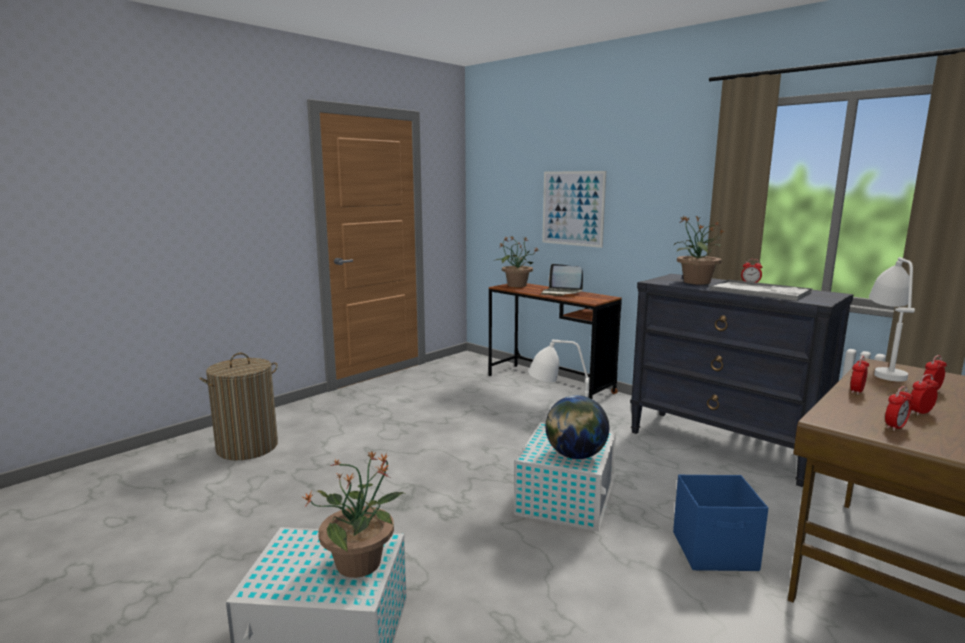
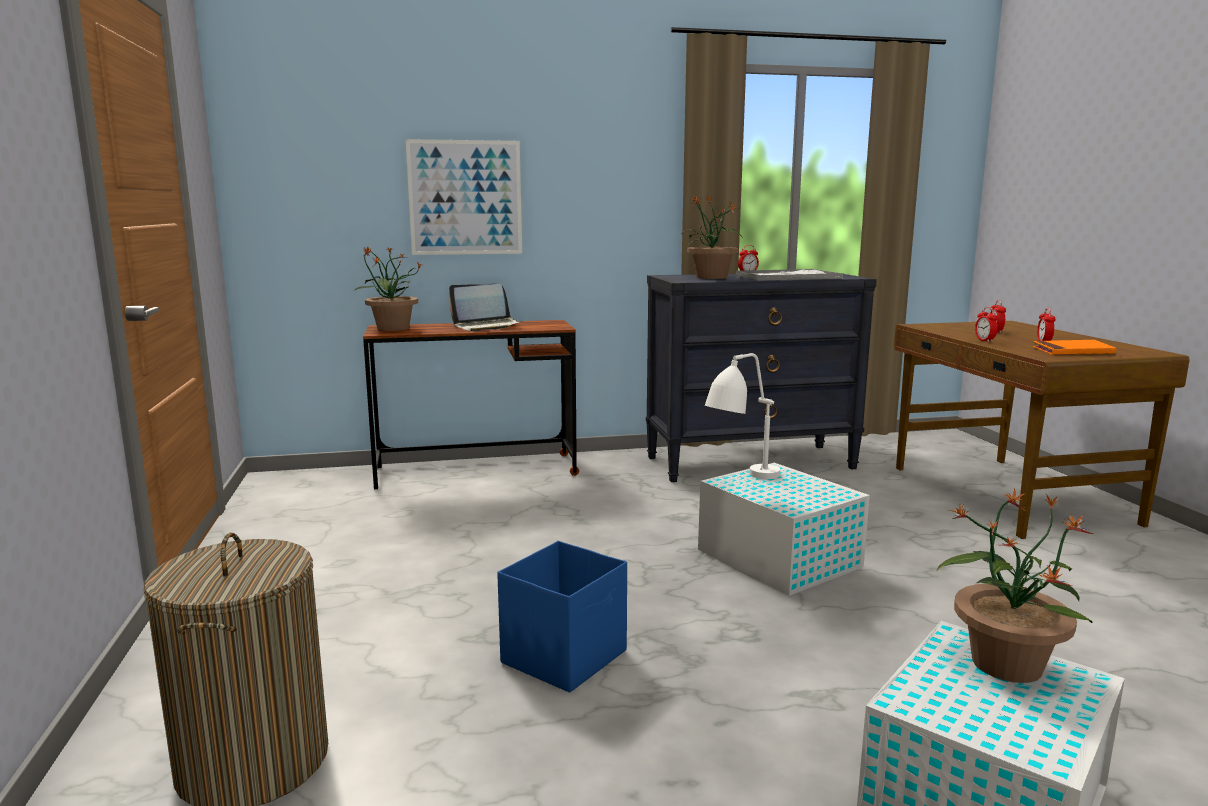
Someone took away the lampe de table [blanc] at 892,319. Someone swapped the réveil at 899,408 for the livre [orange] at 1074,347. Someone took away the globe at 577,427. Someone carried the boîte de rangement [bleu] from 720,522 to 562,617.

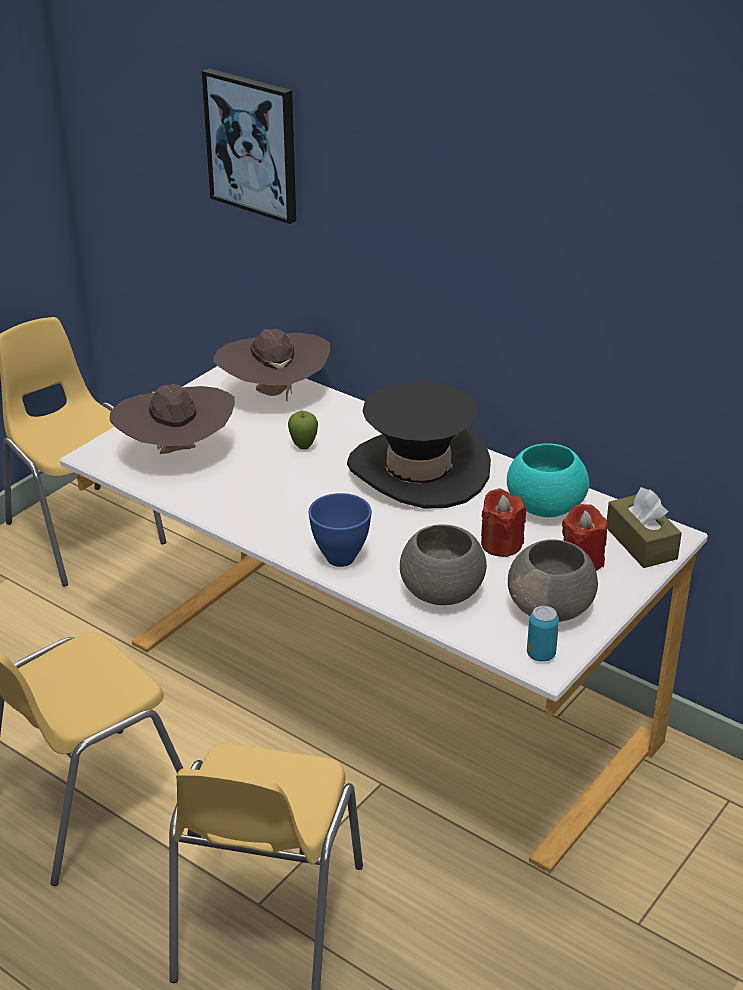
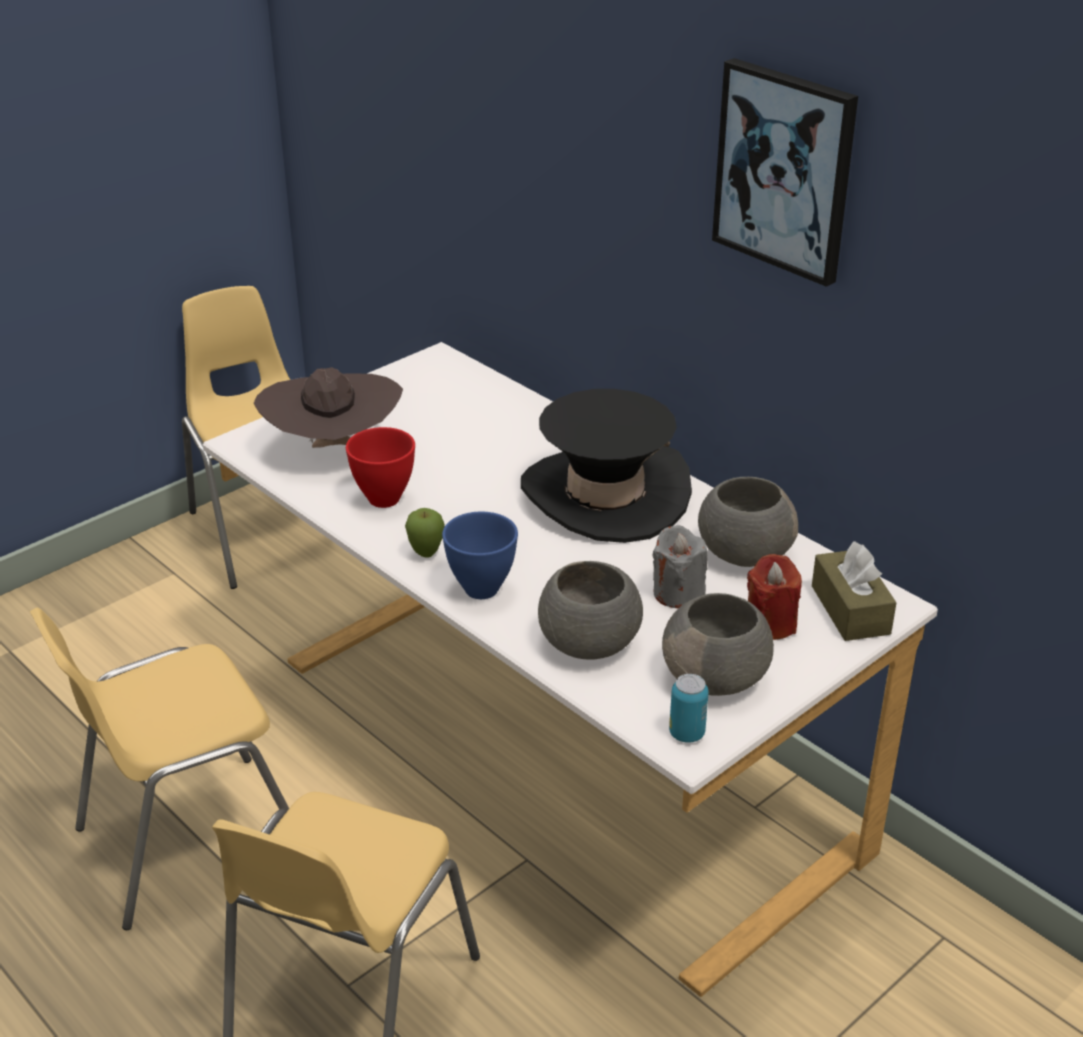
Someone carried the tableau from 249,146 to 785,172. Someone took away the chapeau [marron] at 271,364. Someone carried the pomme from 303,430 to 425,533. Someone repainted the bol [turquoise] at 548,480, which became the bol [gris] at 748,522. Someone repainted the bougie [rouge] at 503,522, which became the bougie [gris] at 680,566. Someone put down the bol [rouge] at 380,467.

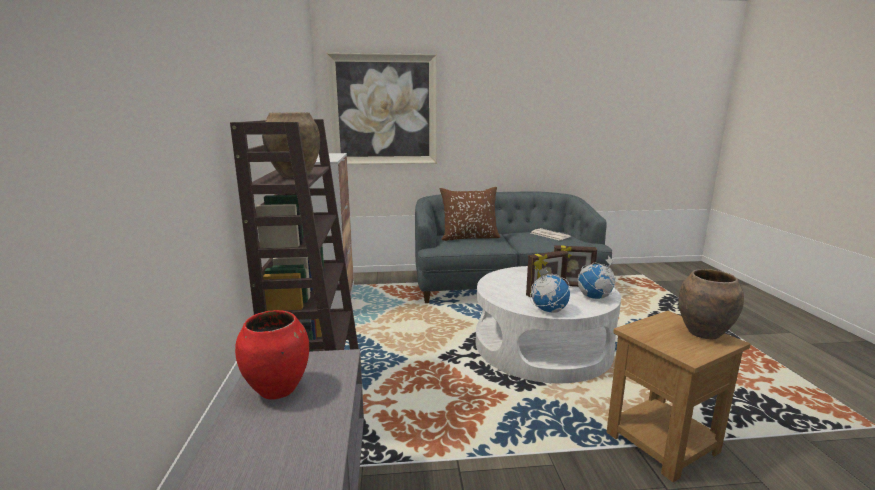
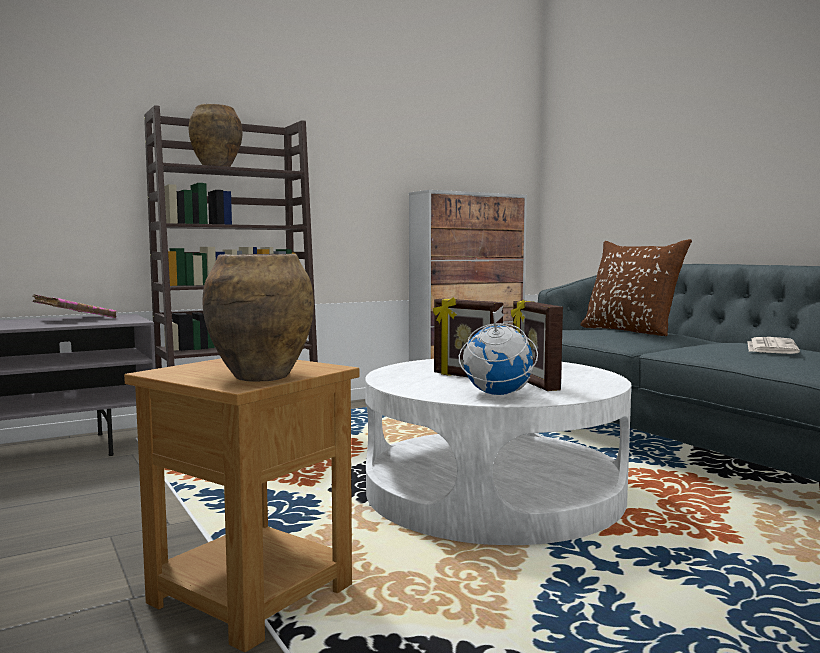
Someone took away the tableau at 381,109. Someone took away the globe at 550,290. Someone swapped the vase [rouge] at 272,355 for the livre [rose] at 75,306.

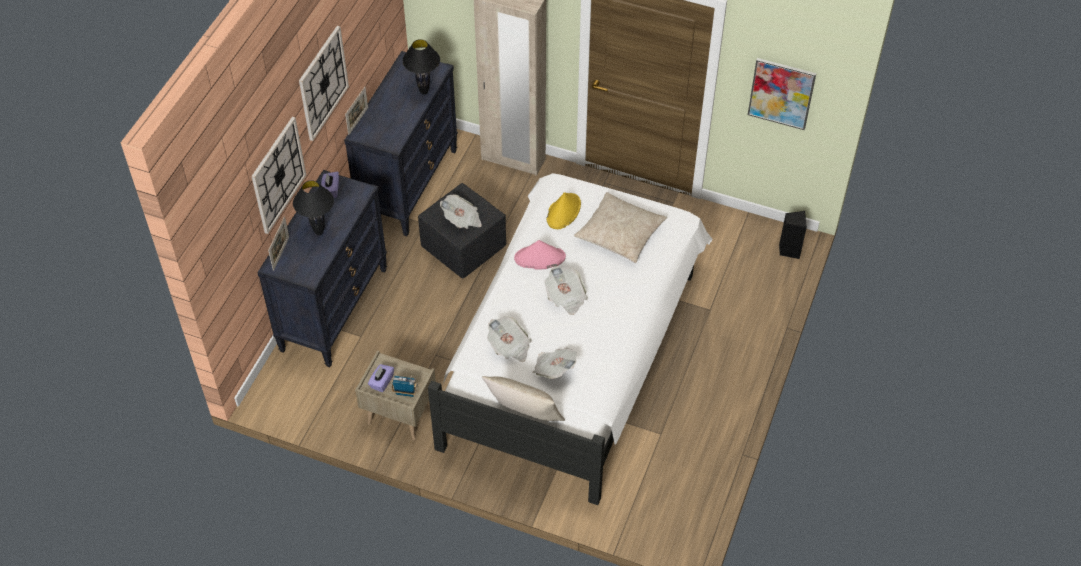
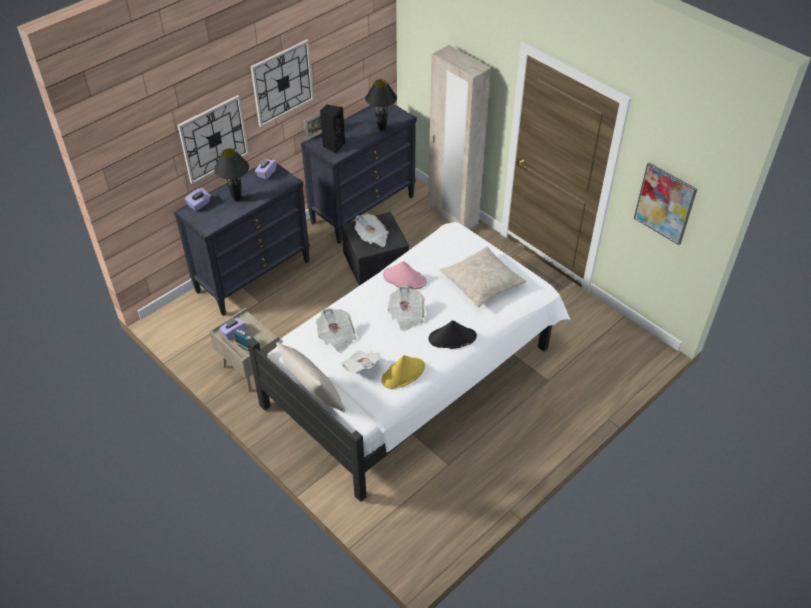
Someone carried the chapeau [jaune] from 563,210 to 403,372. Someone carried the enceinte [noir] from 793,235 to 332,128. Someone swapped the cadre photo at 278,243 for the boîte à mouchoirs [violet] at 198,199. Someone put down the chapeau [noir] at 452,334.

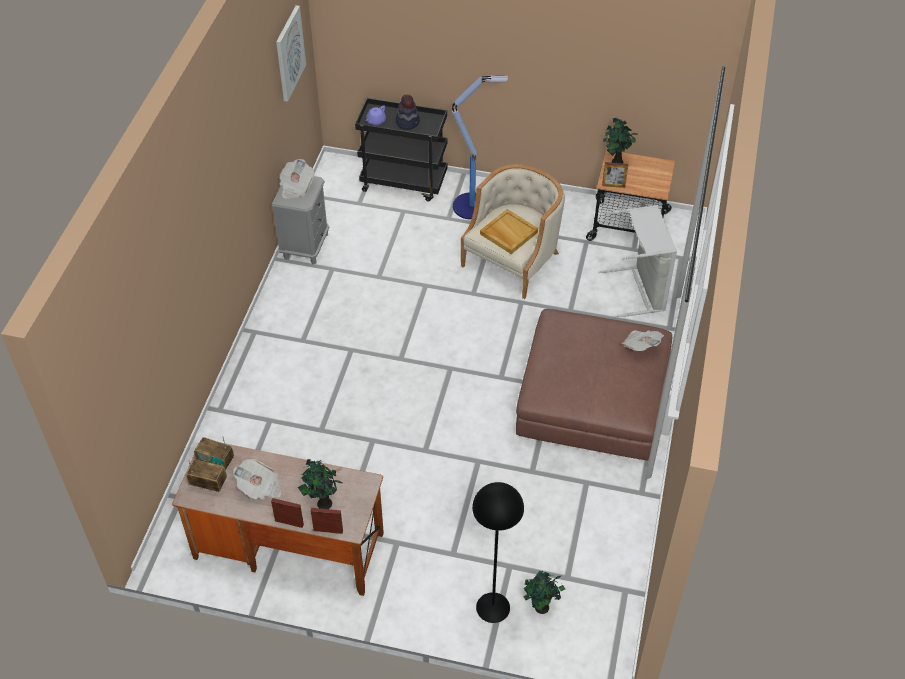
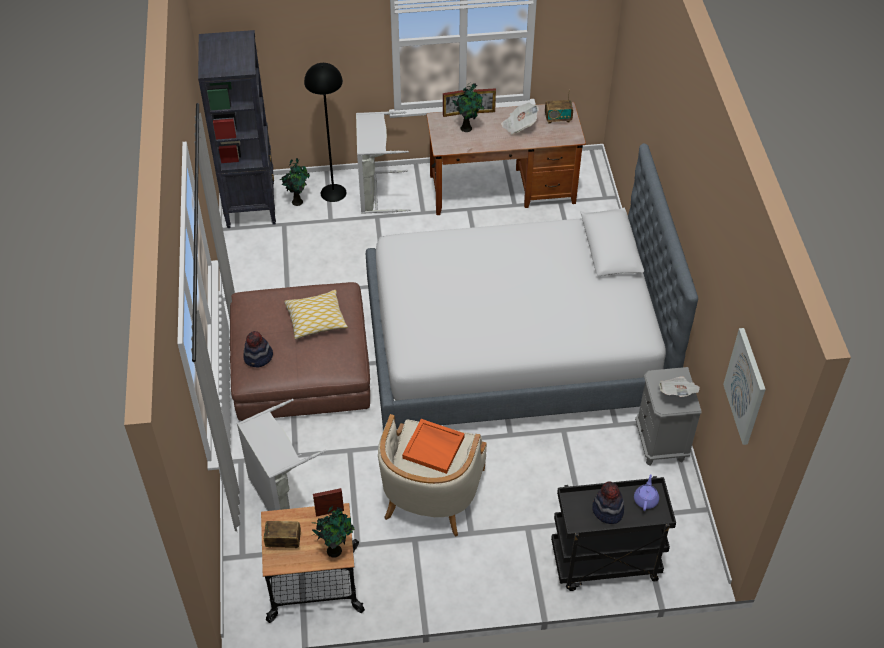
Someone took away the lampadaire at 480,147. Someone repainted the plateau [beige] at 509,231, which became the plateau [orange] at 433,446. Someone swapped the journal at 643,340 for the chapeau at 258,349. Someone carried the radio from 214,453 to 282,534. Someone put down the bibliothèque [noir] at 237,129. Someone put down the panier à linge [gris] at 383,162. Someone put down the lit at 532,286. Someone put down the coussin at 316,314.

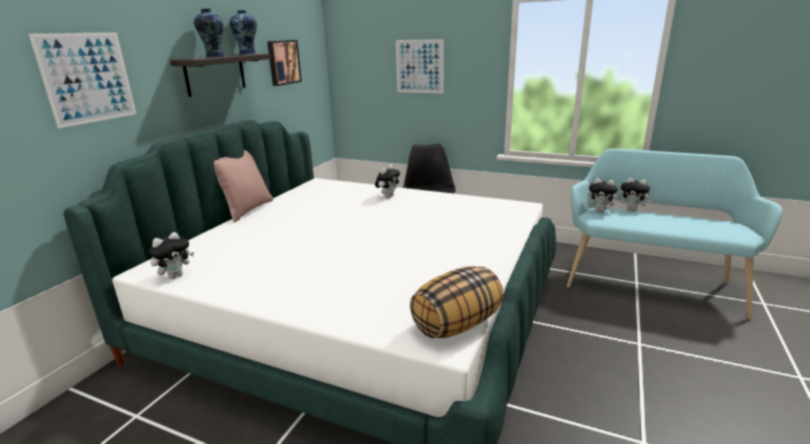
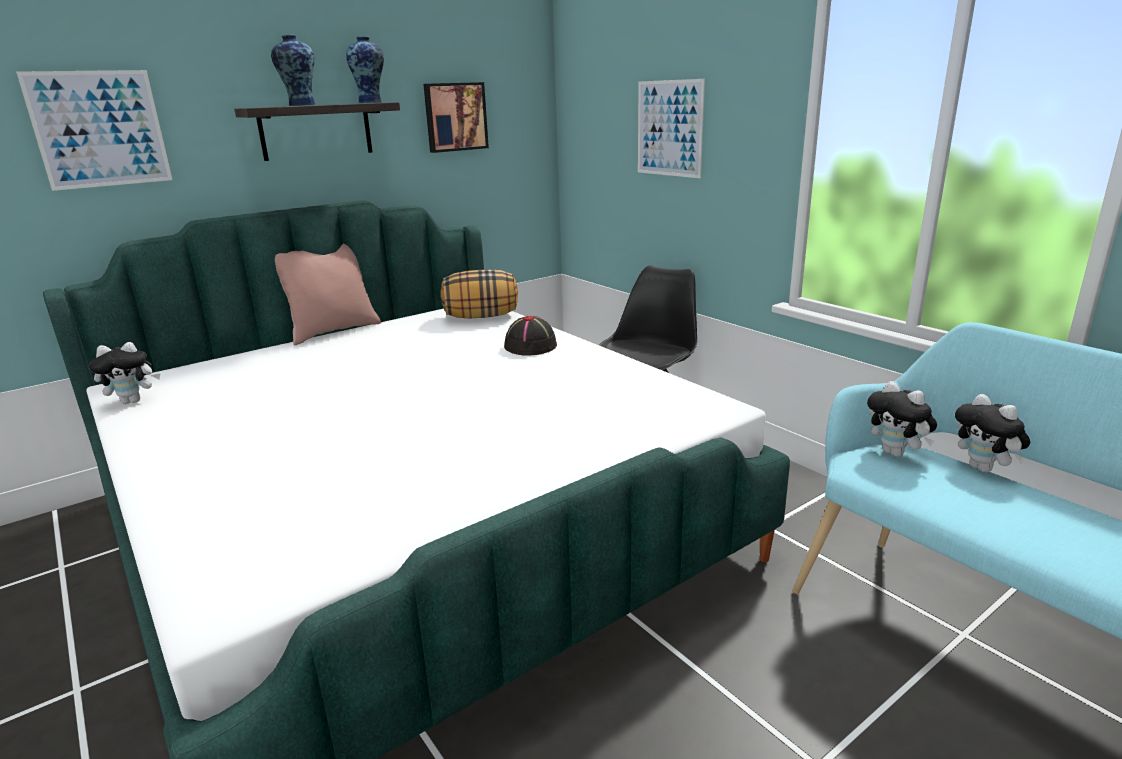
Someone swapped the peluche at 387,181 for the chapeau [noir] at 530,336. Someone carried the coussin from 457,302 to 479,293.

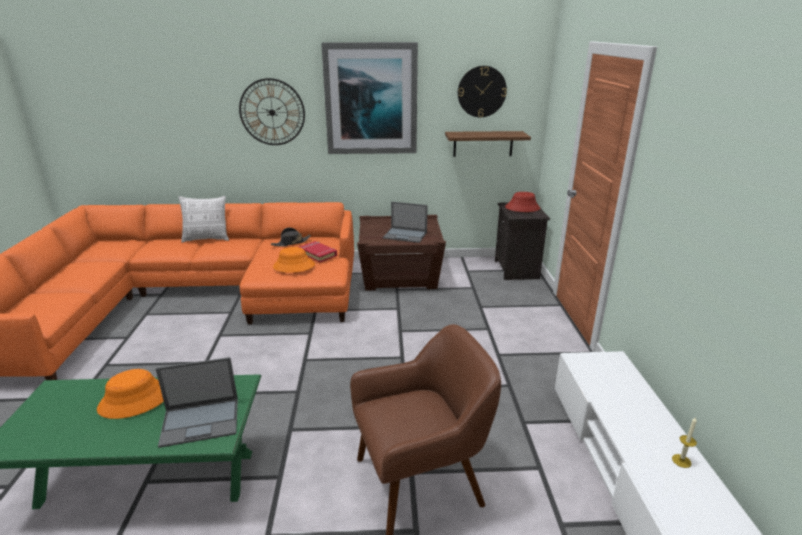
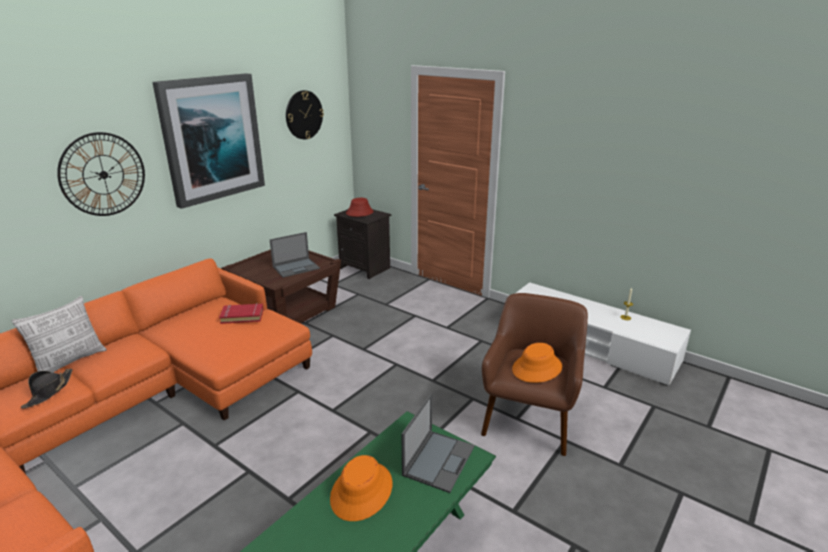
Someone took away the étagère at 488,144. Someone carried the chapeau [noir] from 291,237 to 47,388. Someone carried the chapeau [orange] from 294,260 to 537,363.

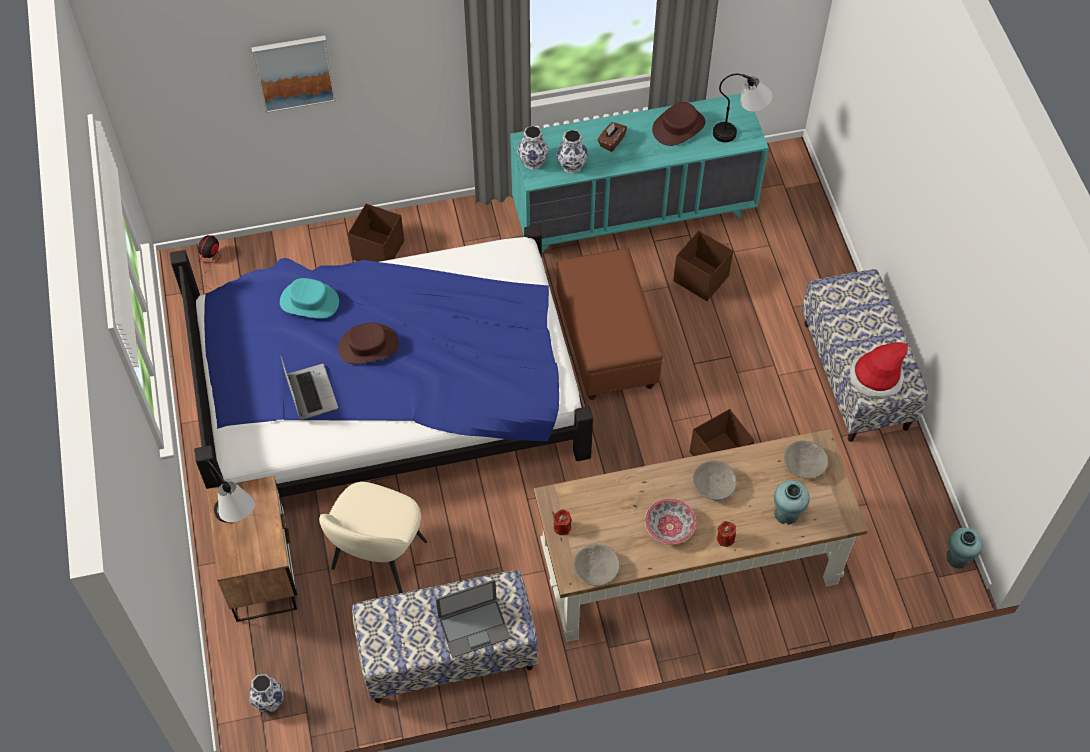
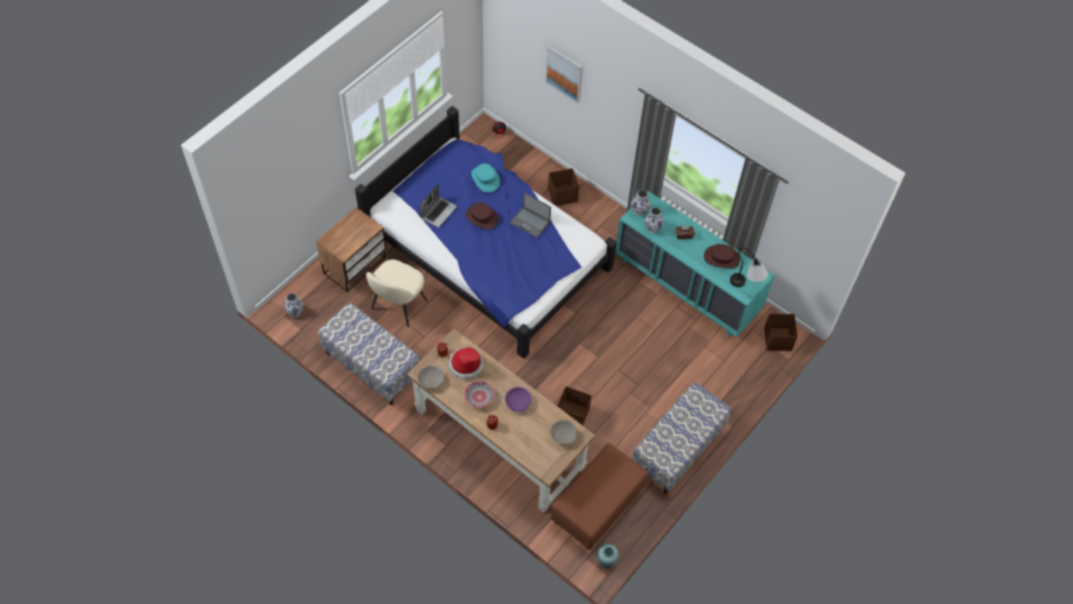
Someone carried the boîte de rangement [marron] from 703,266 to 781,332. Someone carried the pouf [marron] from 609,324 to 600,495. Someone carried the chapeau from 879,370 to 466,363. Someone took away the lampe de table at 230,490. Someone repainted the bol [gris] at 715,480, which became the bol [violet] at 518,399. Someone took away the vase [turquoise] at 792,502. Someone rotated the chaise [beige] at 373,538 by 45 degrees counterclockwise. Someone carried the ordinateur portable from 473,618 to 530,215.

